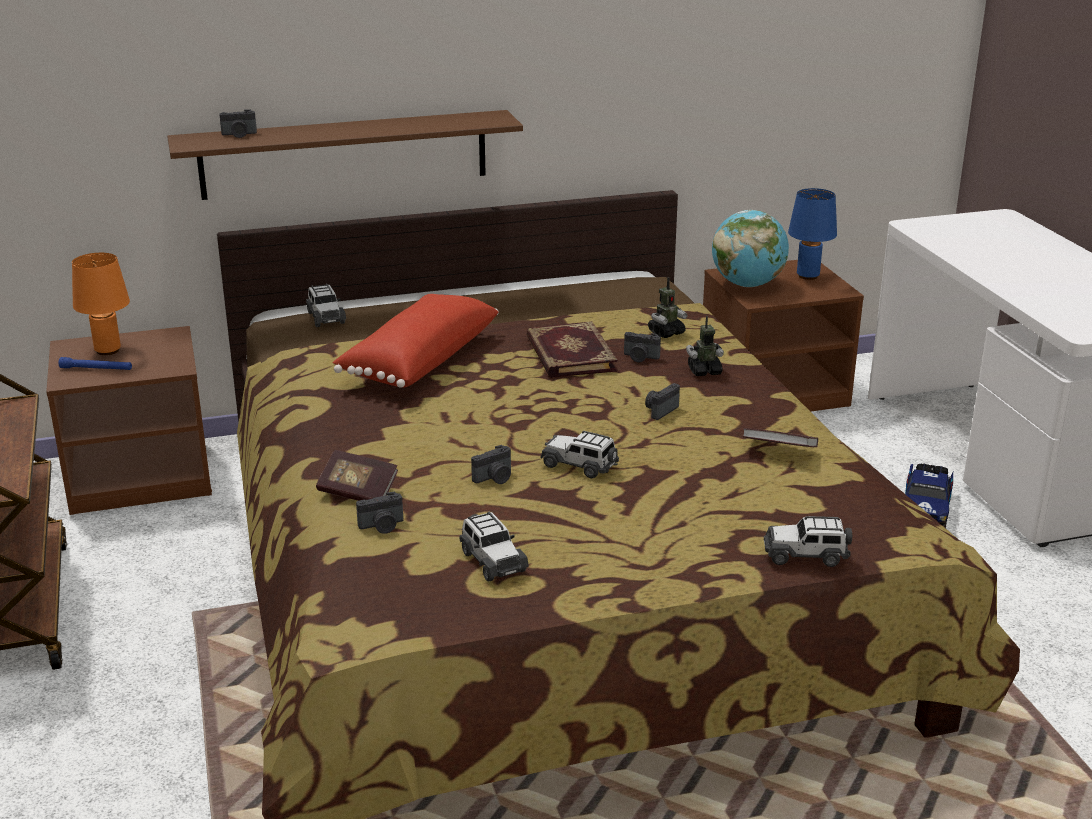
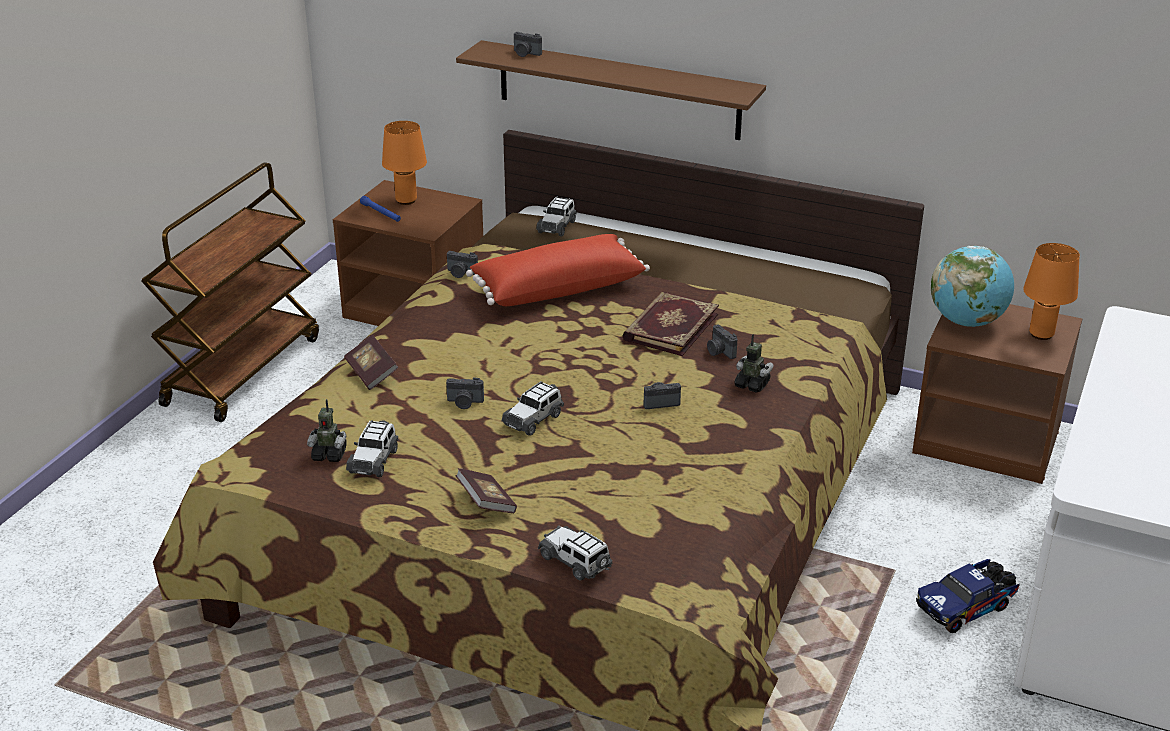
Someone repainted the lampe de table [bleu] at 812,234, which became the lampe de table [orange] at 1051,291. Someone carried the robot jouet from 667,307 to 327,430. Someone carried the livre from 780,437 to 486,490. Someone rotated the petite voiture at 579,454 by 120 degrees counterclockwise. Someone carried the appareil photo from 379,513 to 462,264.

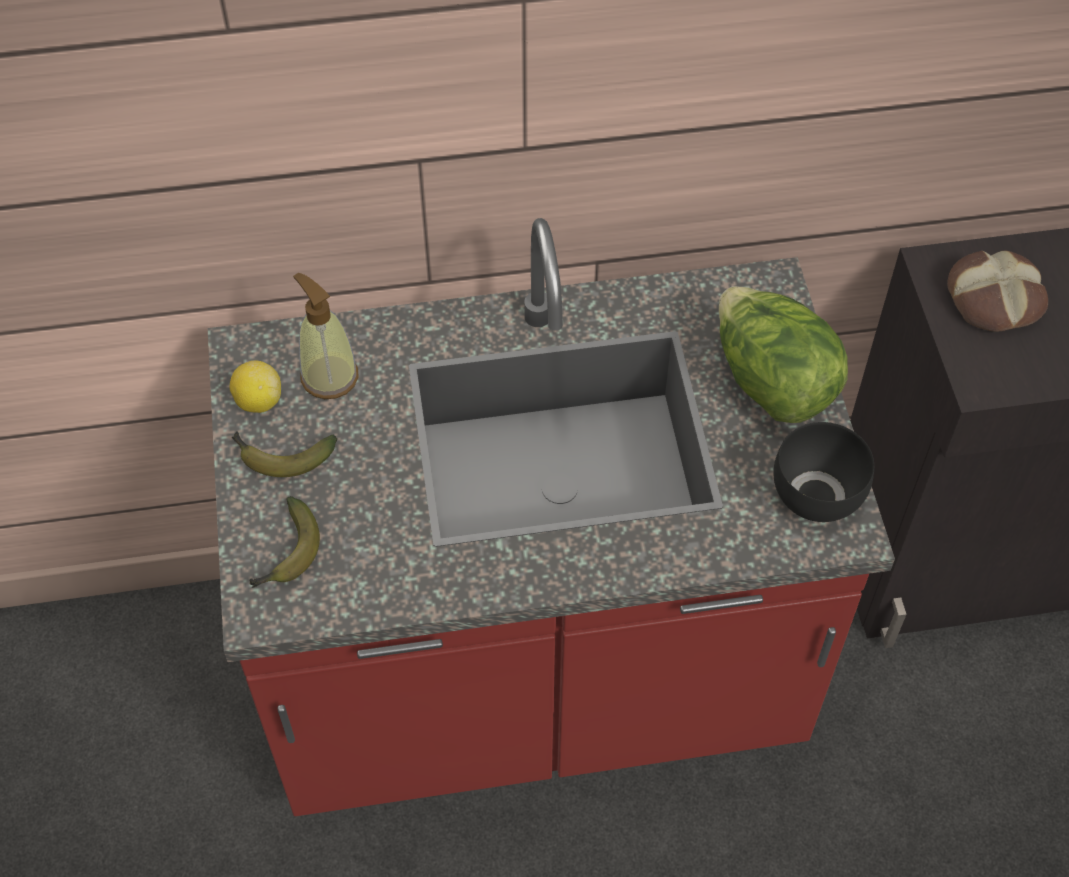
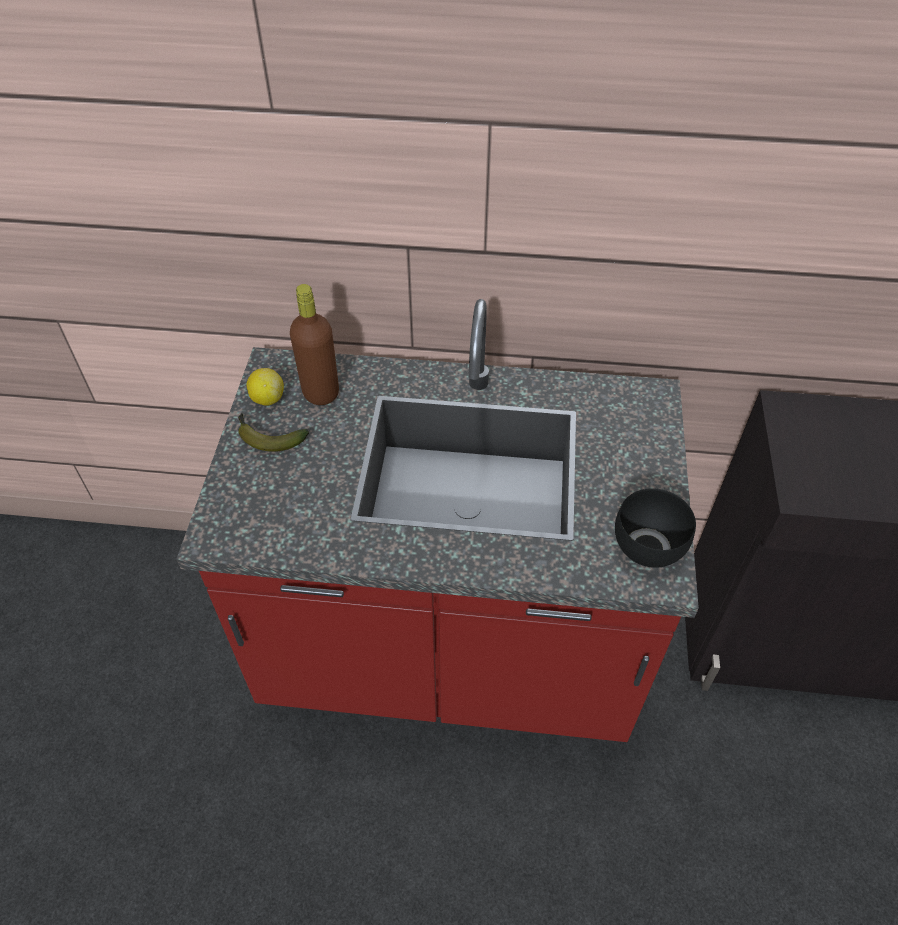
Someone took away the pain at 997,291. Someone swapped the distributeur de savon at 326,336 for the bouteille [marron] at 314,344. Someone took away the laitue at 783,354. Someone took away the banane at 285,542.

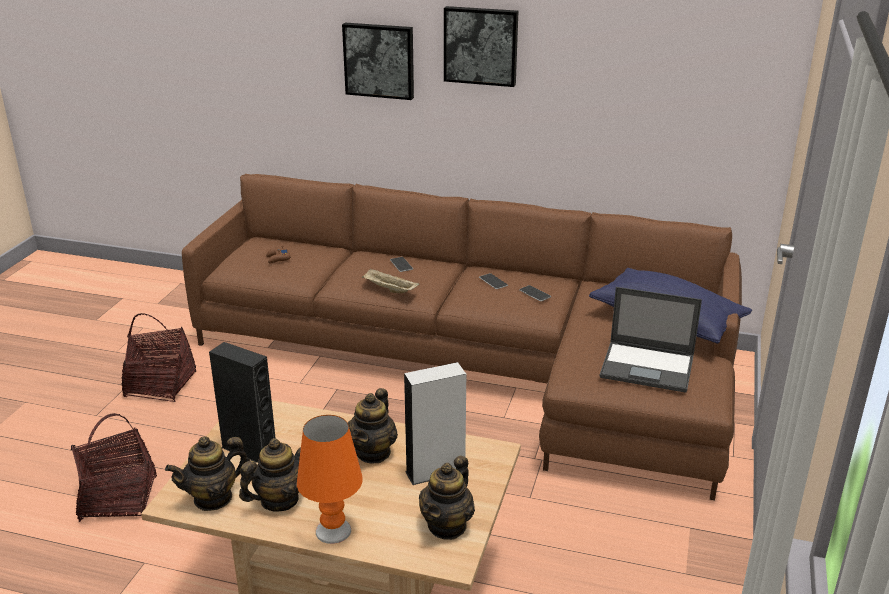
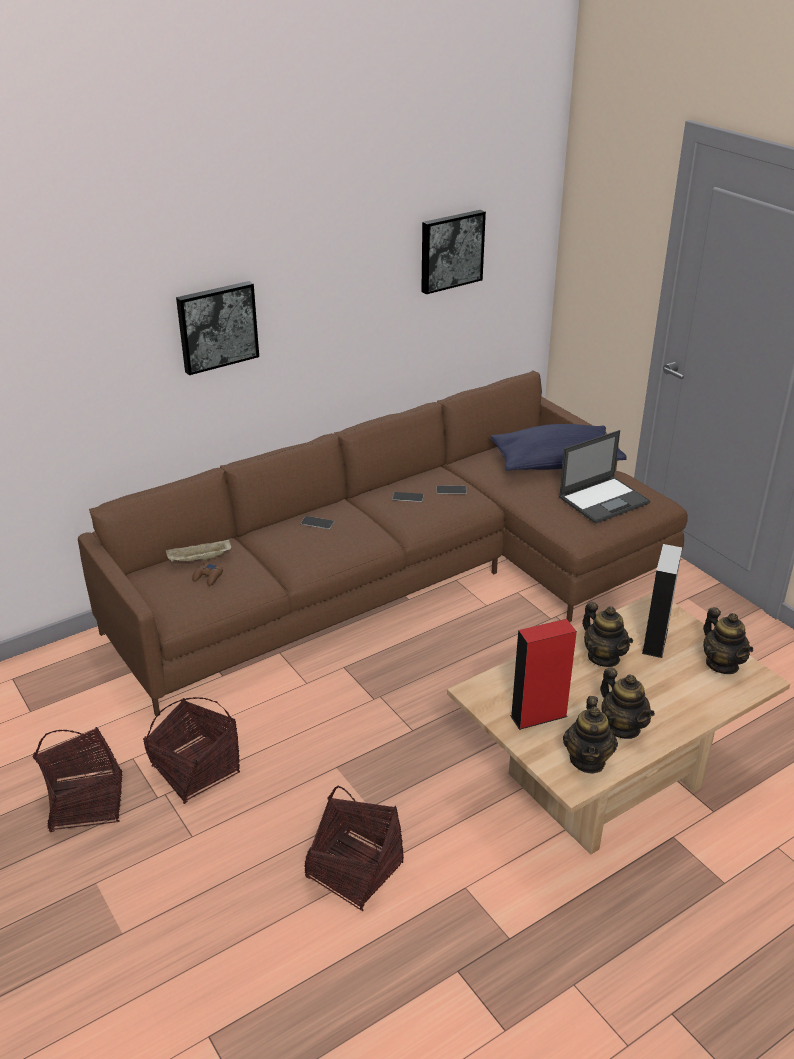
Someone carried the tableau from 481,46 to 453,252. Someone carried the plateau [beige] from 390,281 to 199,550. Someone repainted the enceinte [noir] at 242,402, which became the enceinte [rouge] at 543,674. Someone took away the lampe de table [orange] at 330,479. Someone rotated the théière at 270,474 by 150 degrees clockwise. Someone put down the panier at 78,779.

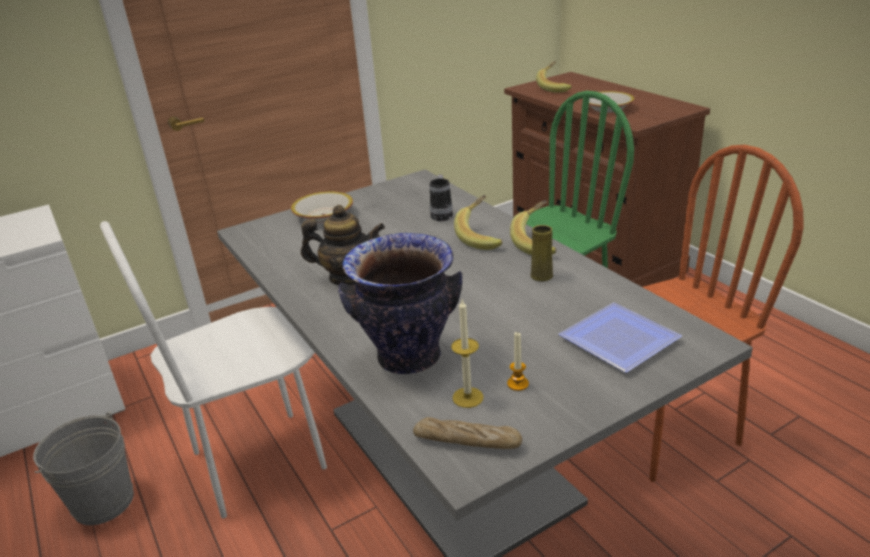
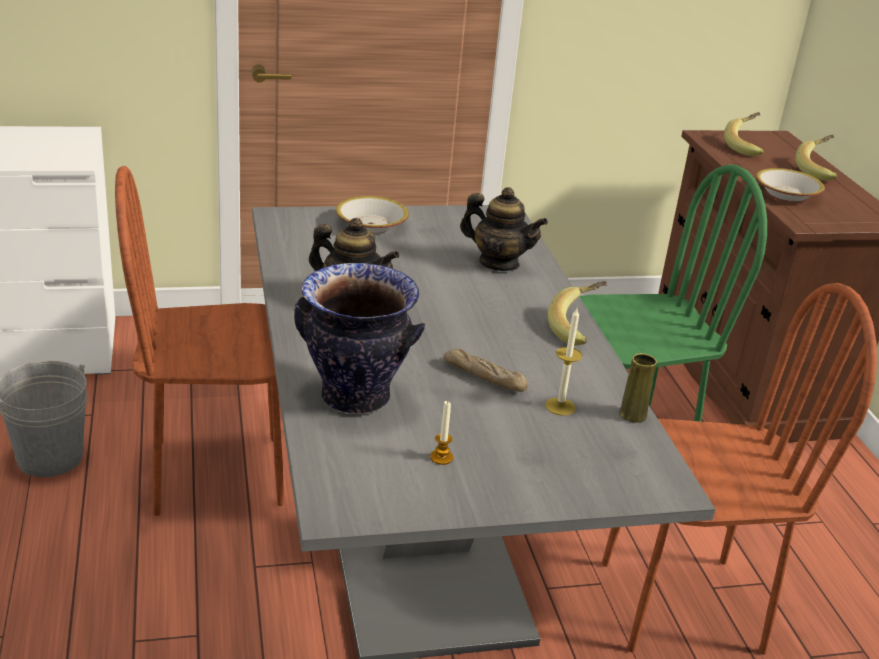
Someone swapped the mug at 441,197 for the théière at 504,229. Someone carried the banane from 478,222 to 816,158. Someone repainted the chaise [blanc] at 213,370, which became the chaise [marron] at 199,341. Someone carried the vase [jaune] from 541,253 to 638,388. Someone carried the bougie from 467,354 to 563,362. Someone took away the assiette at 620,338. Someone carried the pain from 467,433 to 485,370.

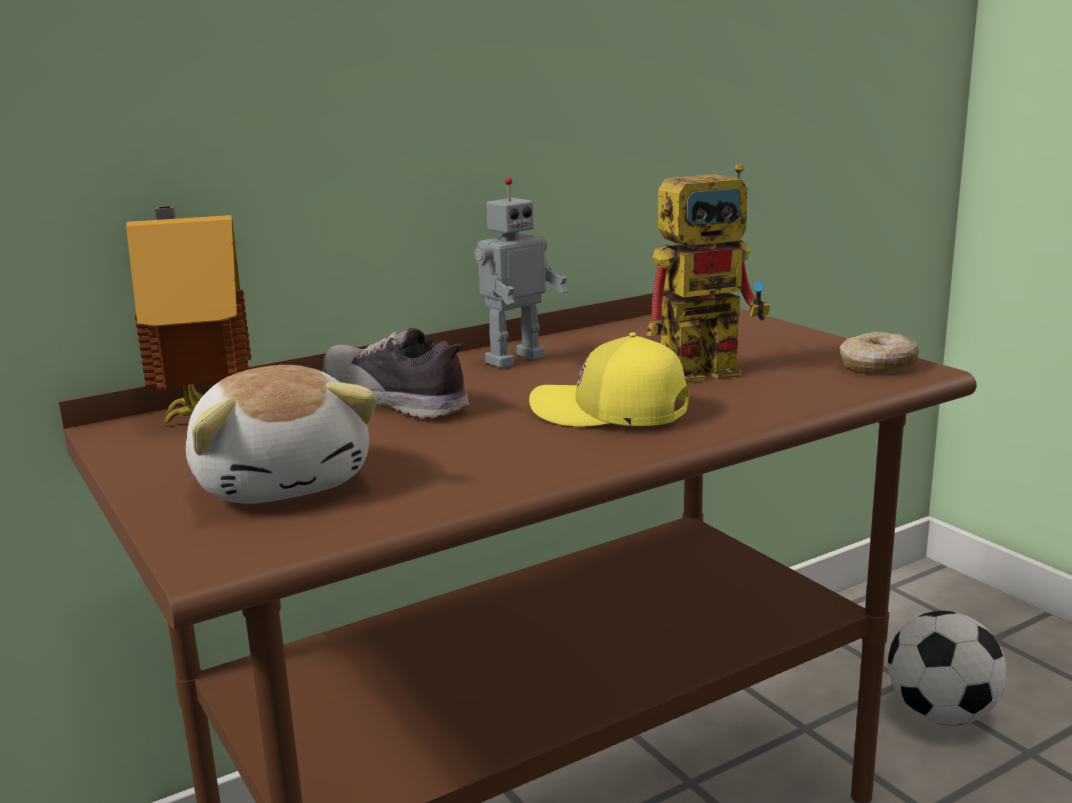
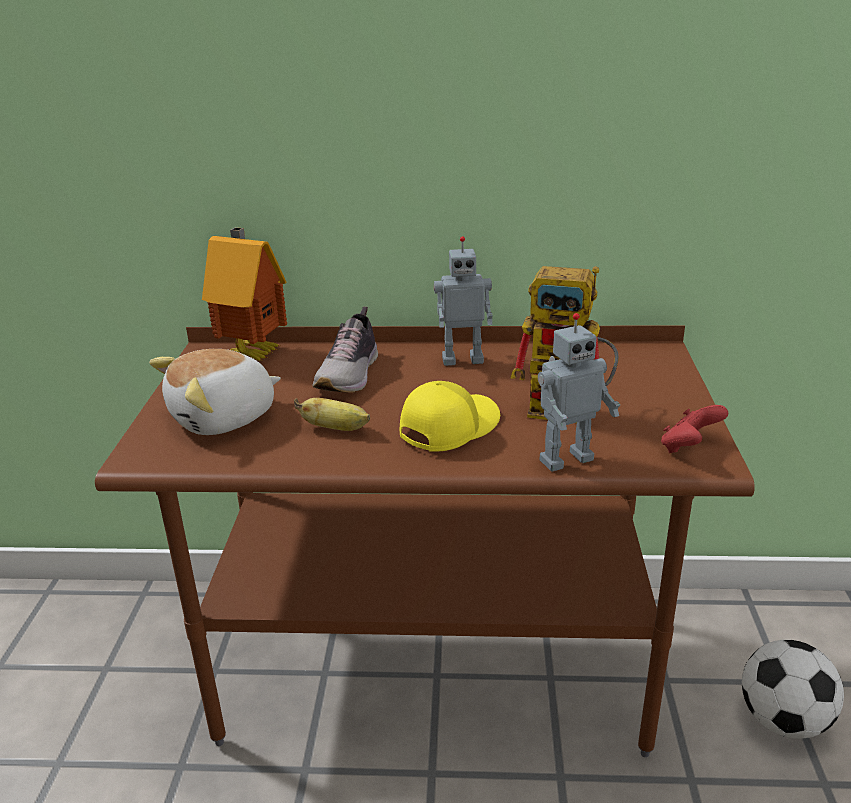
Someone rotated the chaussure at 396,373 by 150 degrees counterclockwise. Someone rotated the casquette [jaune] at 609,379 by 75 degrees clockwise. Someone swapped the beignet at 879,353 for the manette [rouge] at 694,429. Someone rotated the peluche at 282,434 by 45 degrees clockwise. Someone put down the robot jouet at 579,392. Someone put down the banane at 332,414.

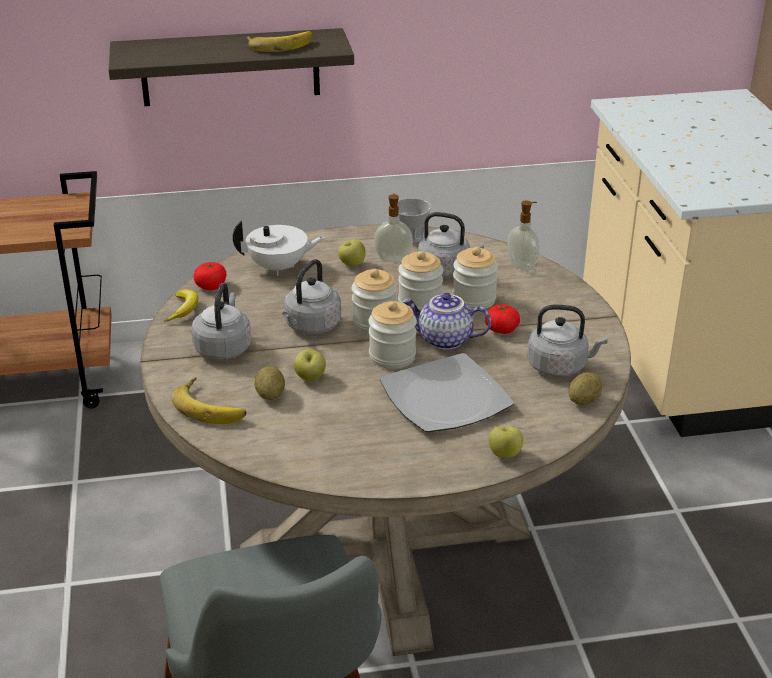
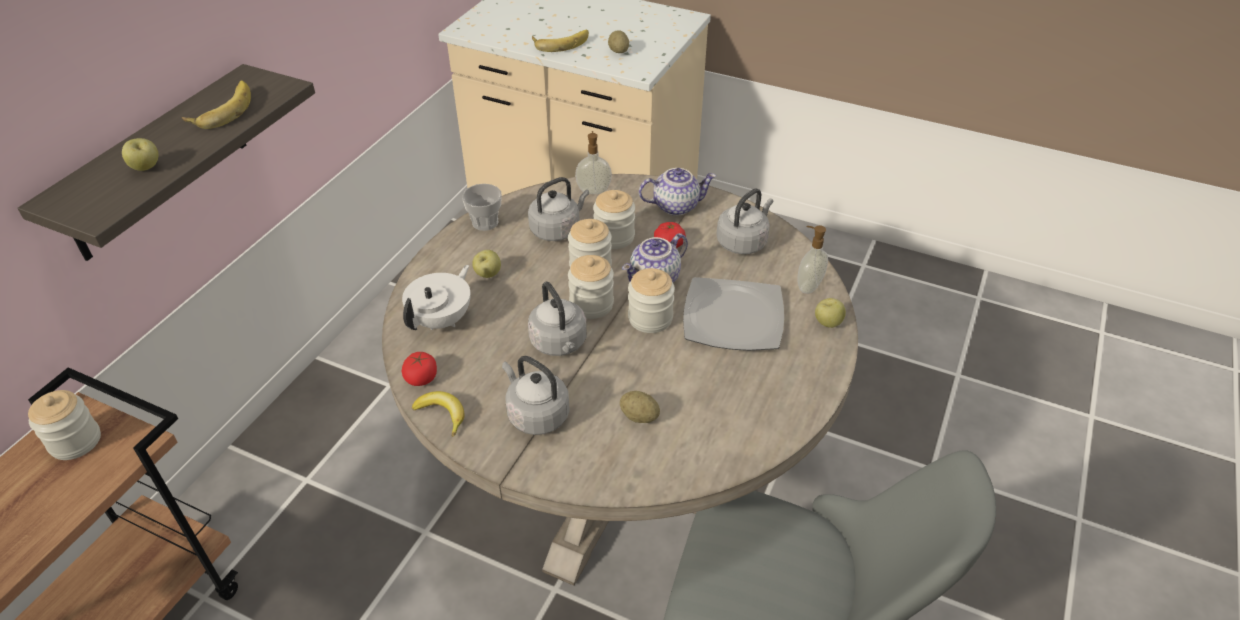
Someone carried the distributeur de savon from 393,227 to 812,260. Someone carried the pomme from 310,365 to 140,154. Someone carried the pomme de terre from 585,388 to 618,41. Someone carried the banane from 208,400 to 560,41. Someone put down the théière at 677,192. Someone put down the bocal at 64,425.

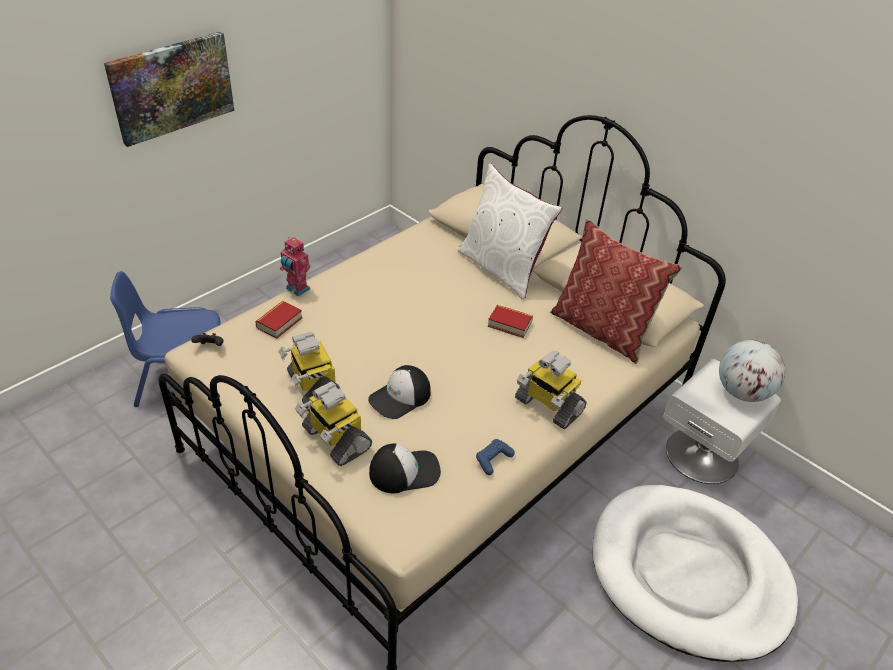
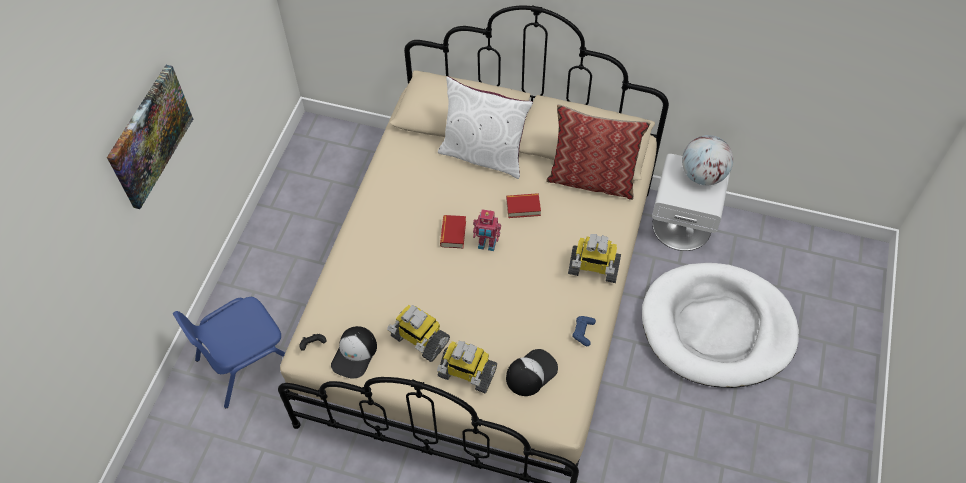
Someone carried the robot jouet from 295,266 to 487,230. Someone carried the livre from 279,320 to 453,231. Someone carried the casquette from 399,392 to 354,352.

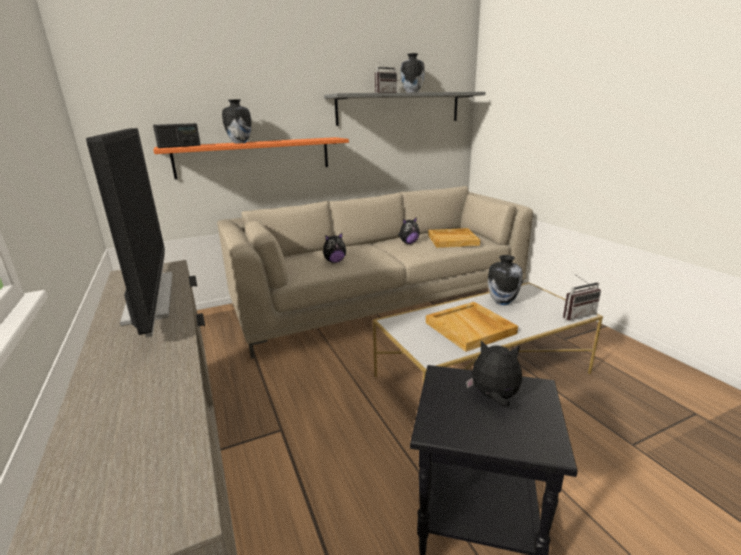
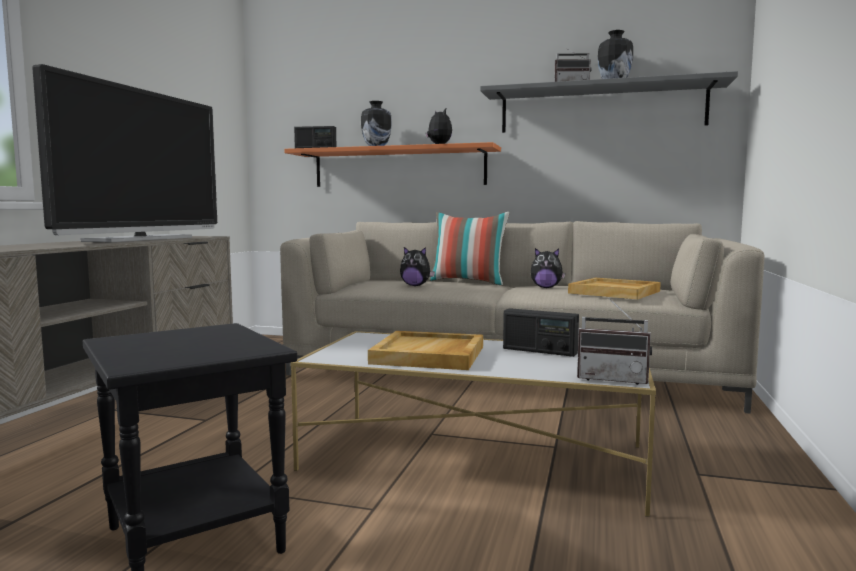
Someone swapped the vase at 505,280 for the radio at 541,332. Someone carried the peluche from 494,374 to 438,126. Someone put down the coussin at 469,248.

